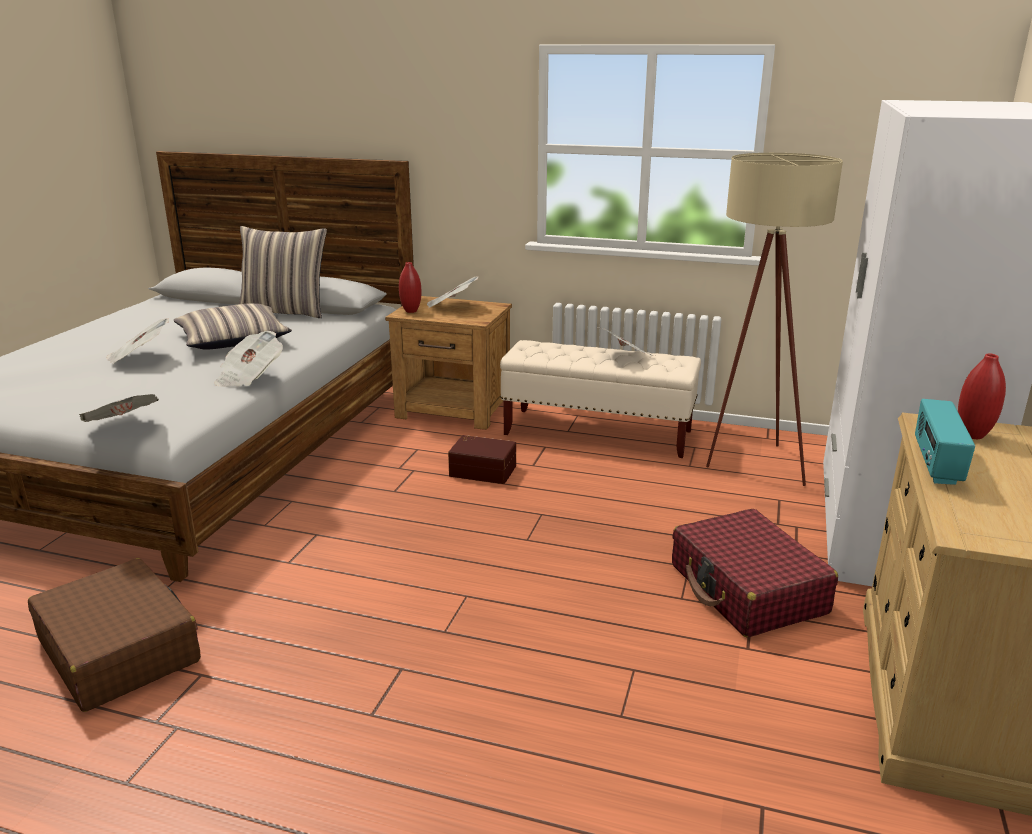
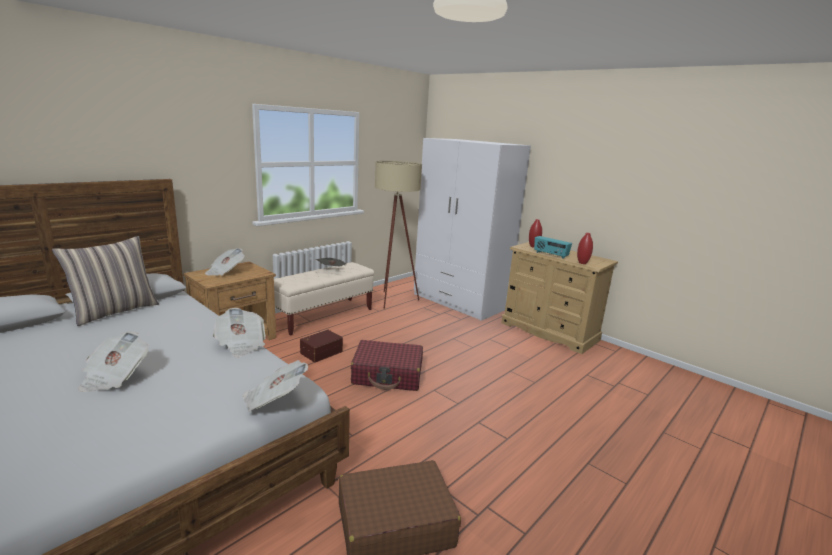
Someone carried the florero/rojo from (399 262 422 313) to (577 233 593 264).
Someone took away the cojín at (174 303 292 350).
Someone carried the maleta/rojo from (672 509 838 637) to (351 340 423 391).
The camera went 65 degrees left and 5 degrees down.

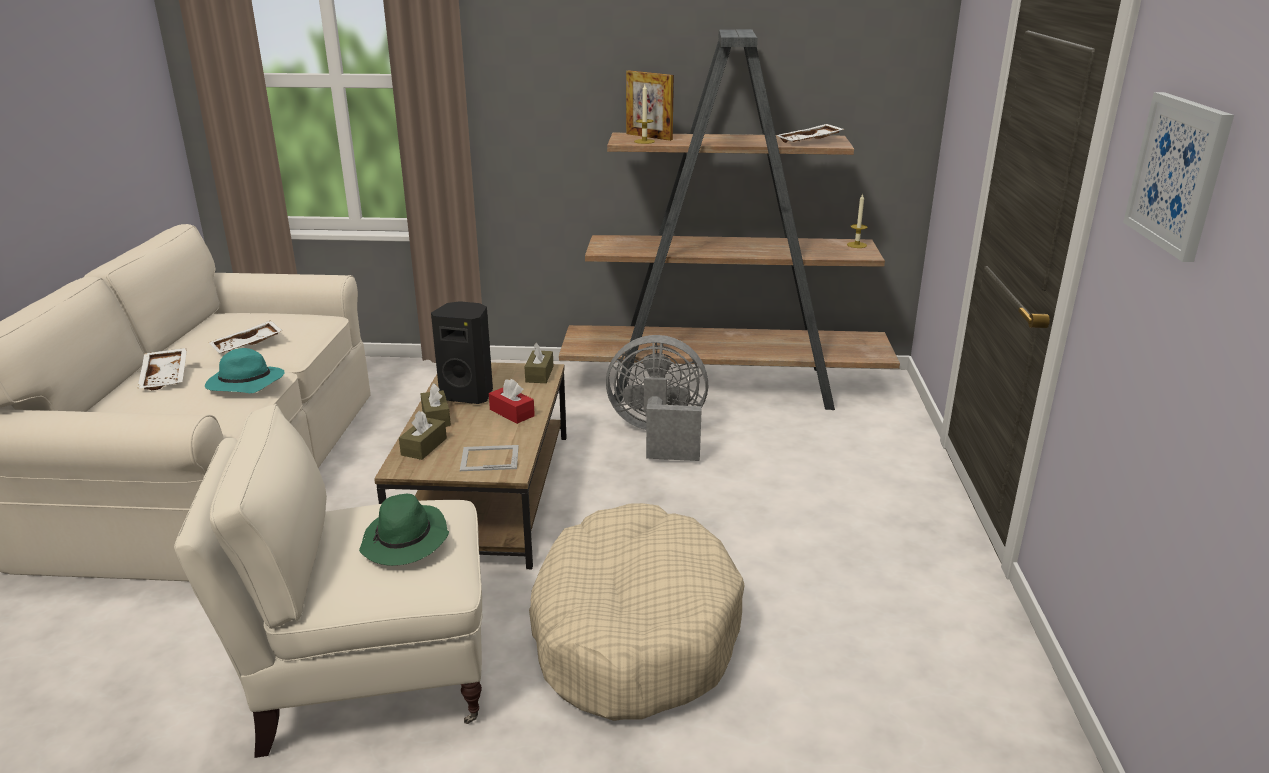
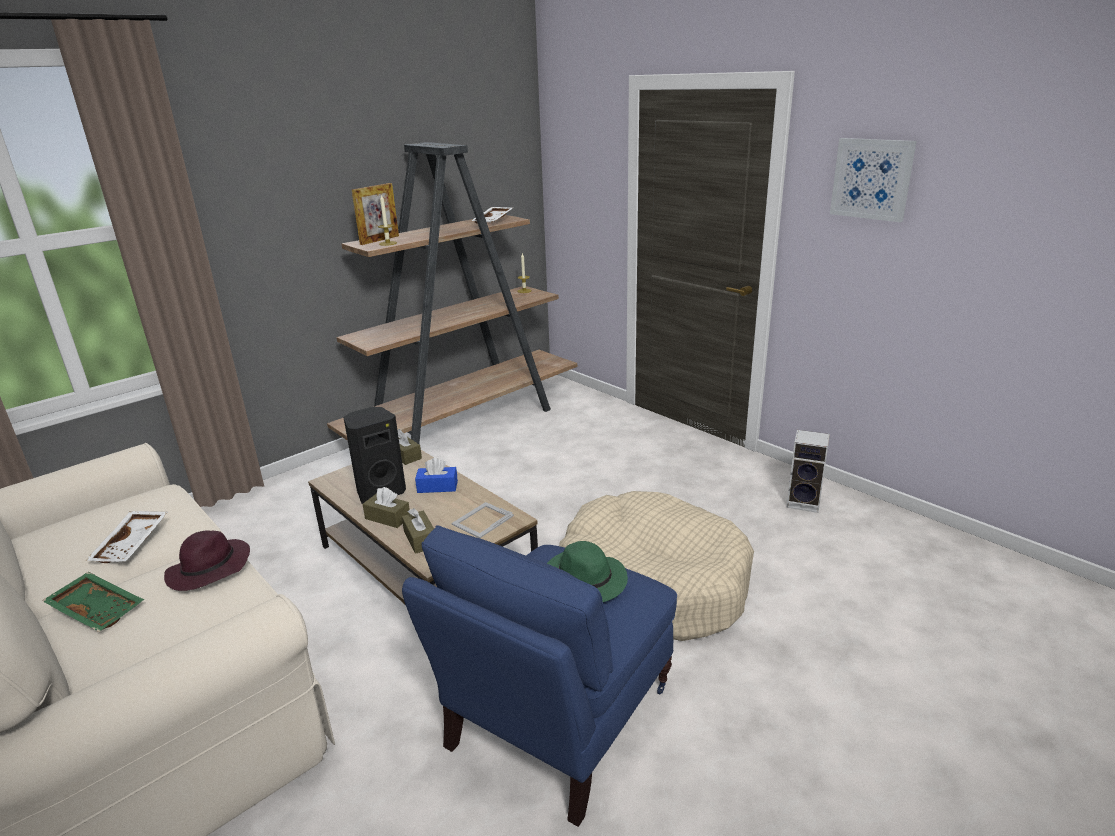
Someone rotated the portarretratos at (626 71 674 141) by 45 degrees counterclockwise.
Someone took away the ventilador/gris at (606 335 708 461).
Someone repainted the bandeja/blanco at (137 348 187 390), which became the bandeja/verde at (42 572 144 632).
Someone repainted the sombrero/turquesa at (205 348 285 393), which became the sombrero/morado at (164 531 250 591).
Someone repainted the caja de pañuelos/rojo at (489 379 535 424), which became the caja de pañuelos/azul at (415 457 458 493).
Someone repainted the sillón/beis at (174 404 482 758), which became the sillón/azul at (402 525 677 827).
Someone put down the altavoz at (786 430 830 513).
The camera went 45 degrees left and 0 degrees up.

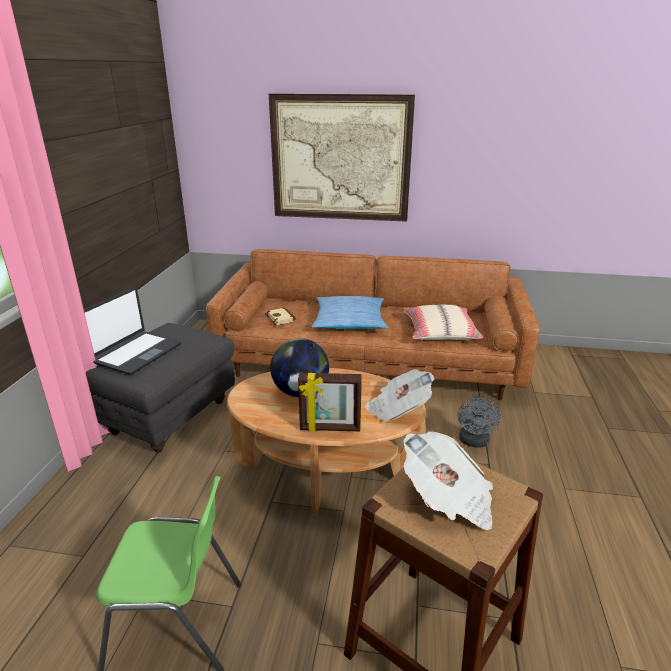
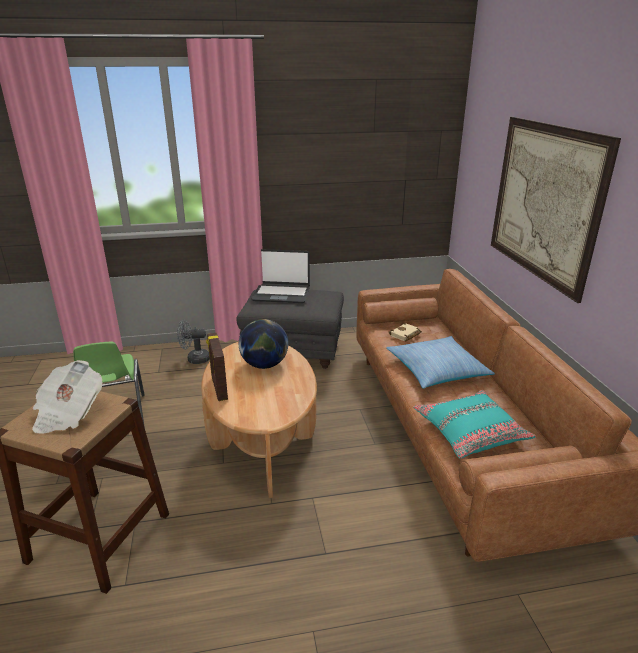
Someone repainted the cojín/beis at (403 305 483 341), which became the cojín/turquesa at (413 390 536 459).
Someone took away the periódico at (365 369 435 423).
Someone carried the ventilador/gris from (458 396 501 448) to (177 320 210 364).
The camera went 70 degrees right and 0 degrees up.

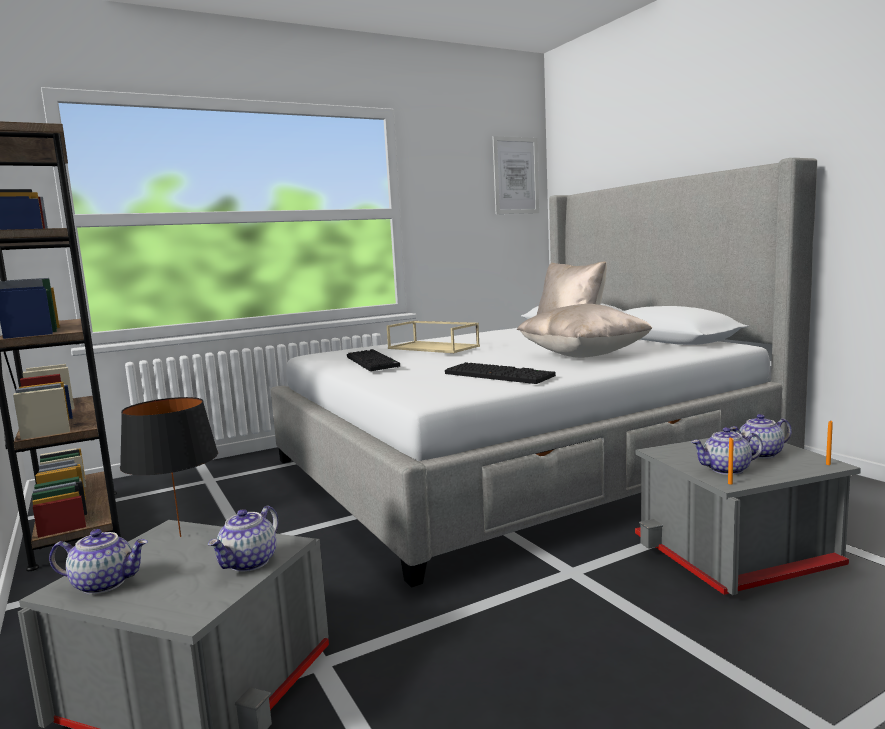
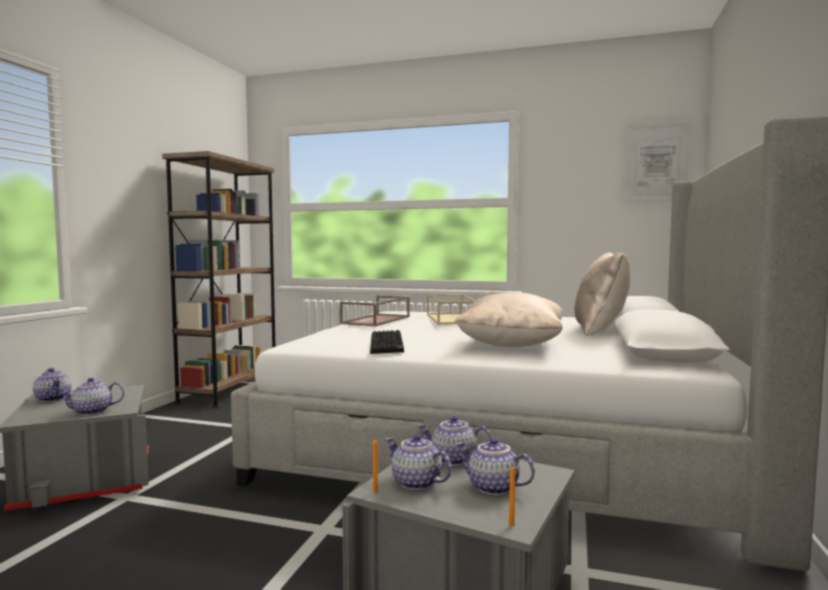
Someone swapped the teclado at (347 349 400 371) for the bandeja/marrón at (340 296 410 327).
Someone took away the lámpara de mesa/negro at (120 397 218 537).
Someone put down the tetera at (417 416 492 466).
The camera went 45 degrees right and 5 degrees down.

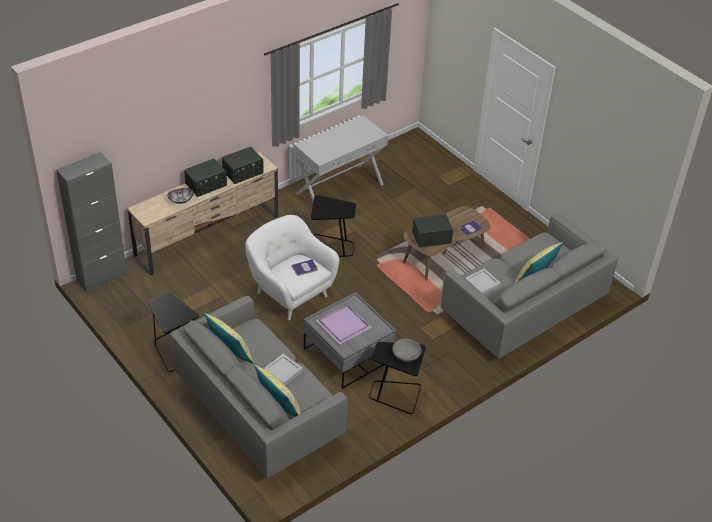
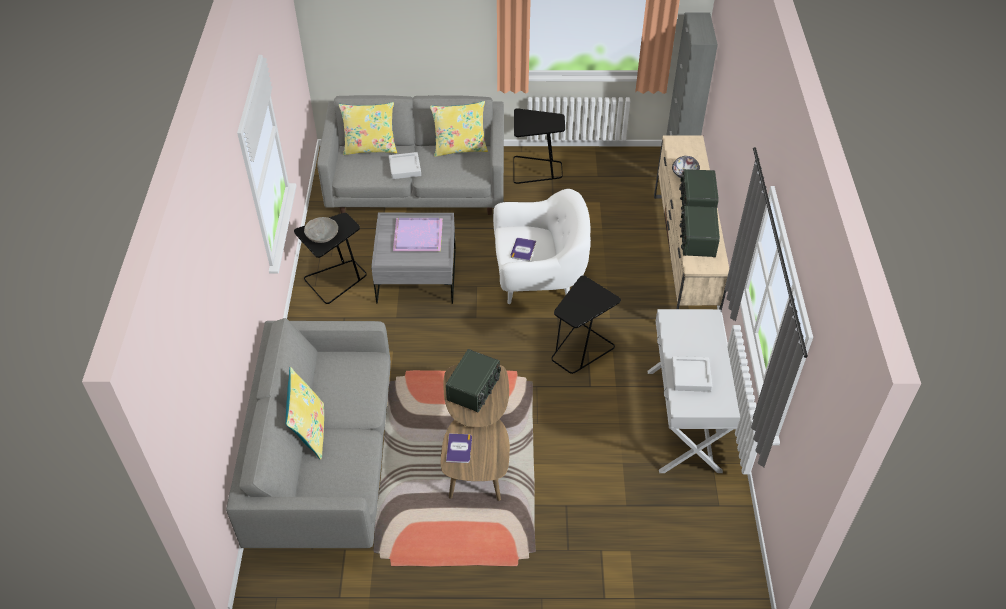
Someone carried the bandeja/gris from (465 268 501 295) to (671 356 712 392).
The camera went 130 degrees right and 5 degrees up.

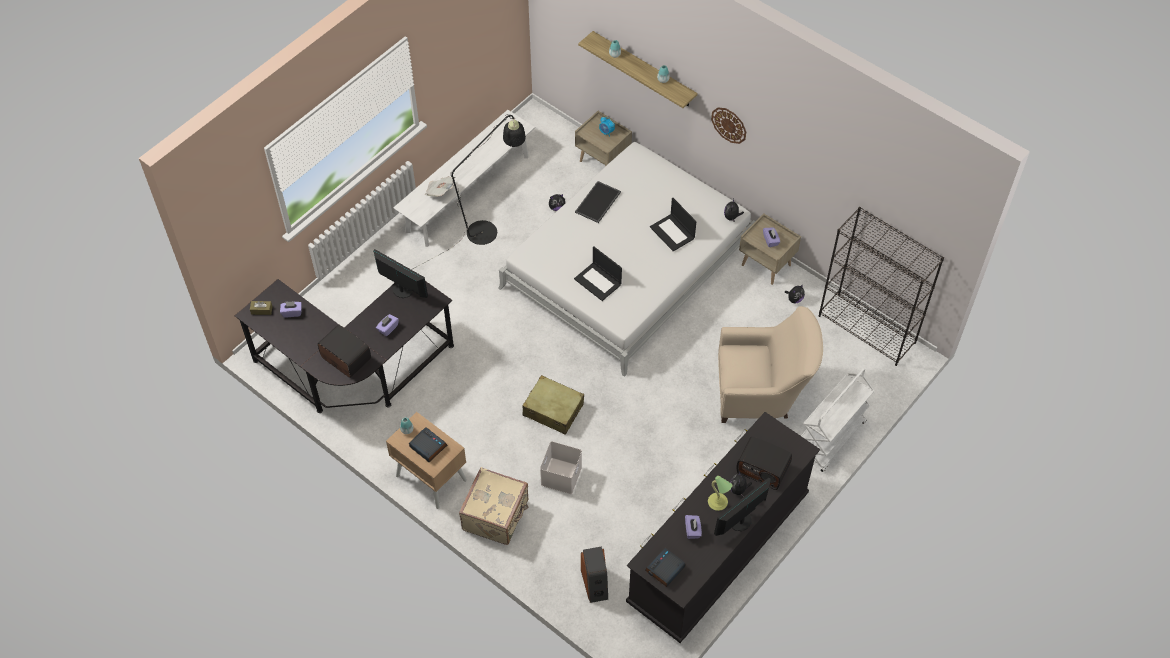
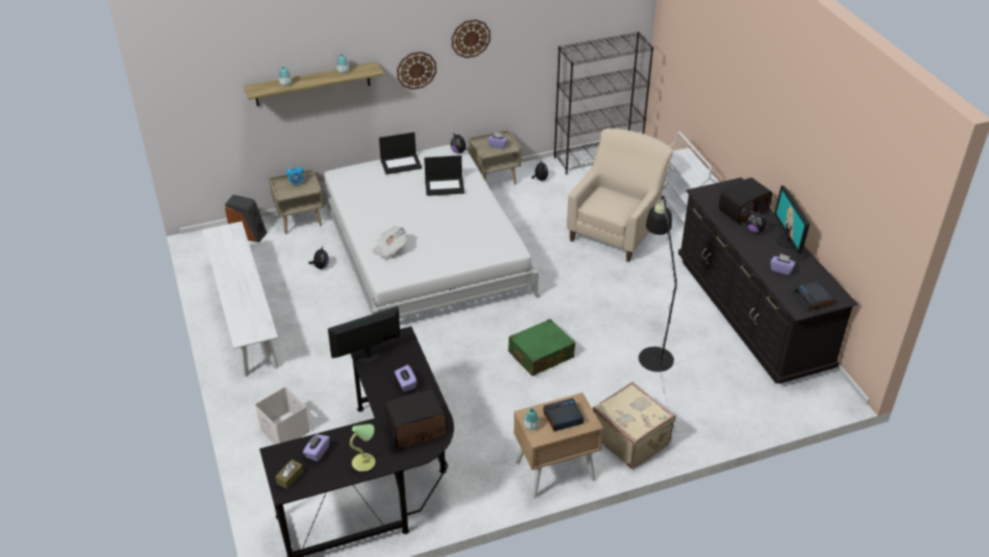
Someone carried the lámpara de pie/negro from (411 114 526 270) to (639 195 677 432).
Someone carried the periódico from (425 176 455 197) to (372 226 406 259).
Someone took away the bandeja at (575 181 621 223).
Someone carried the portátil from (574 247 622 301) to (379 132 422 174).
Someone repainted the maleta/beis at (522 375 584 435), which became the maleta/verde at (508 319 575 376).
Someone carried the caja de almacenaje/blanco from (540 441 582 494) to (255 387 310 445).
Someone carried the lámpara de mesa from (708 476 732 511) to (350 424 375 472).
Someone carried the altavoz from (581 546 608 603) to (225 195 267 242).
Someone put up the reloj de pared at (452 19 490 58).
The camera went 60 degrees left and 15 degrees down.

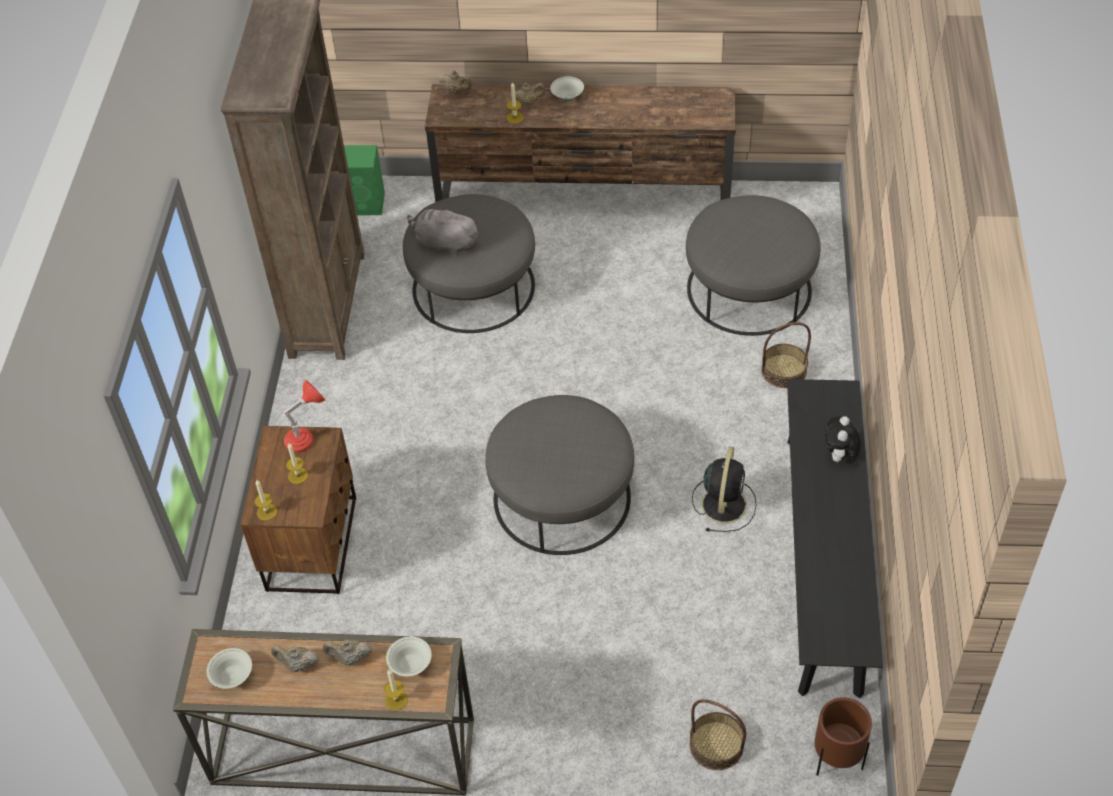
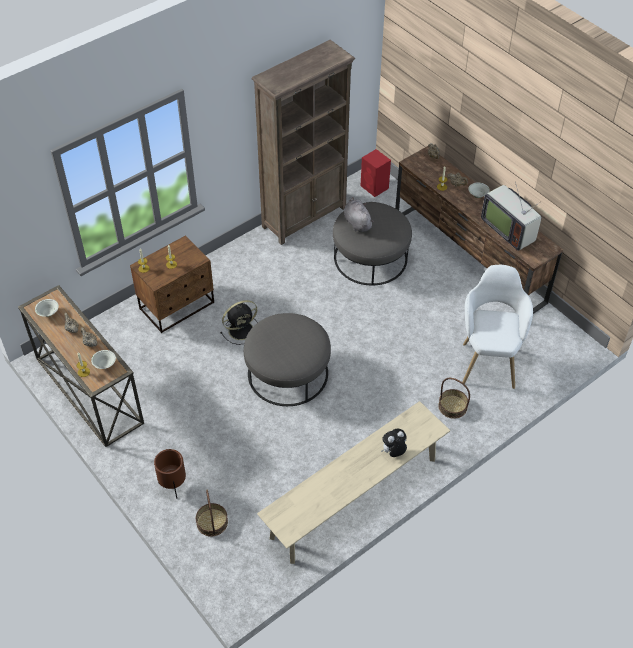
Someone repainted the altavoz/verde at (344 145 385 215), which became the altavoz/rojo at (361 149 391 197).
Someone swapped the puf/gris at (686 195 821 336) for the sillón/blanco at (462 265 533 389).
Someone repainted the banco/negro at (787 379 883 698), which became the banco/beis at (257 401 450 564).
Someone took away the lámpara de mesa/rojo at (284 380 325 453).
Someone carried the ventilador/negro from (692 446 757 532) to (220 300 258 345).
Someone carried the maceta/marrón from (814 697 872 776) to (154 449 186 499).
Someone put down the televisor at (481 181 542 251).
The camera went 45 degrees right and 0 degrees up.

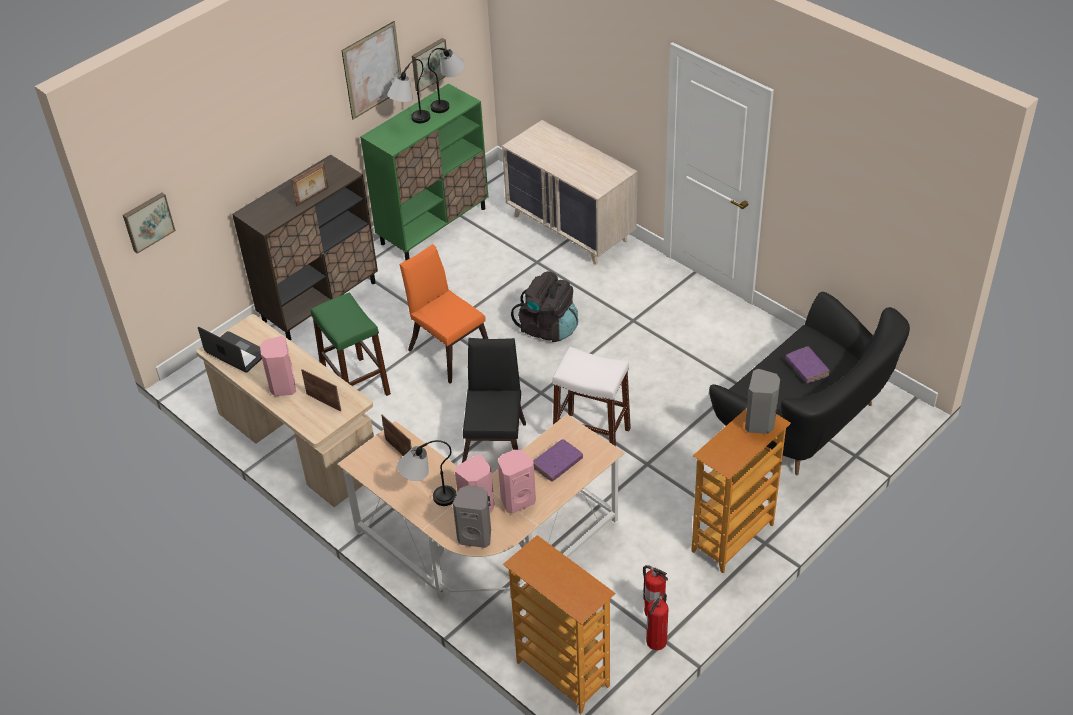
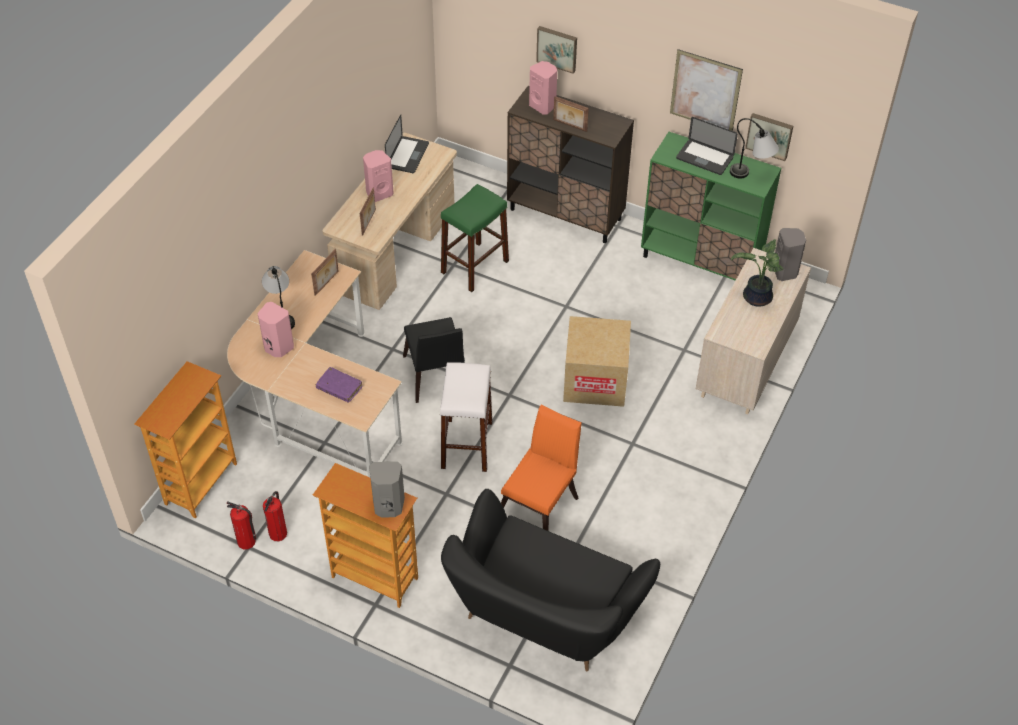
Someone swapped the lámpara de mesa at (387 59 430 123) for the portátil at (676 117 738 175).
Someone carried the cuadro from (123 193 176 254) to (536 26 577 74).
Someone carried the silla/naranja from (400 244 488 383) to (501 405 582 531).
Someone swapped the mochila/negro at (511 271 578 342) for the caja de cartón at (563 316 631 407).
Someone rotated the silla/negro at (462 338 526 463) by 90 degrees clockwise.
Someone took away the libro/morado at (786 346 829 383).
Someone carried the altavoz/rosa from (498 450 536 514) to (529 61 557 115).
Someone carried the altavoz/gris from (453 485 491 548) to (775 228 806 281).
Someone put down the planta en maceta at (731 239 783 307).
The camera went 70 degrees right and 5 degrees up.

